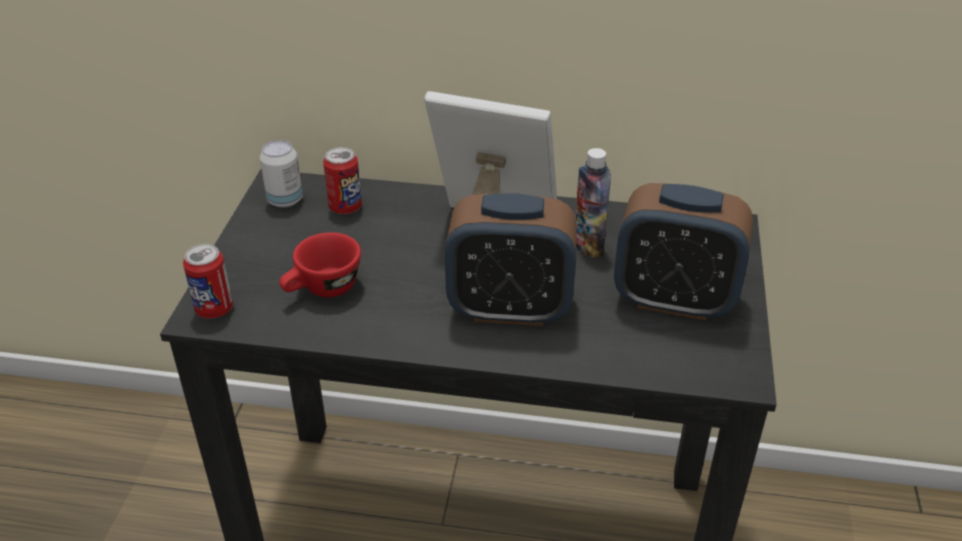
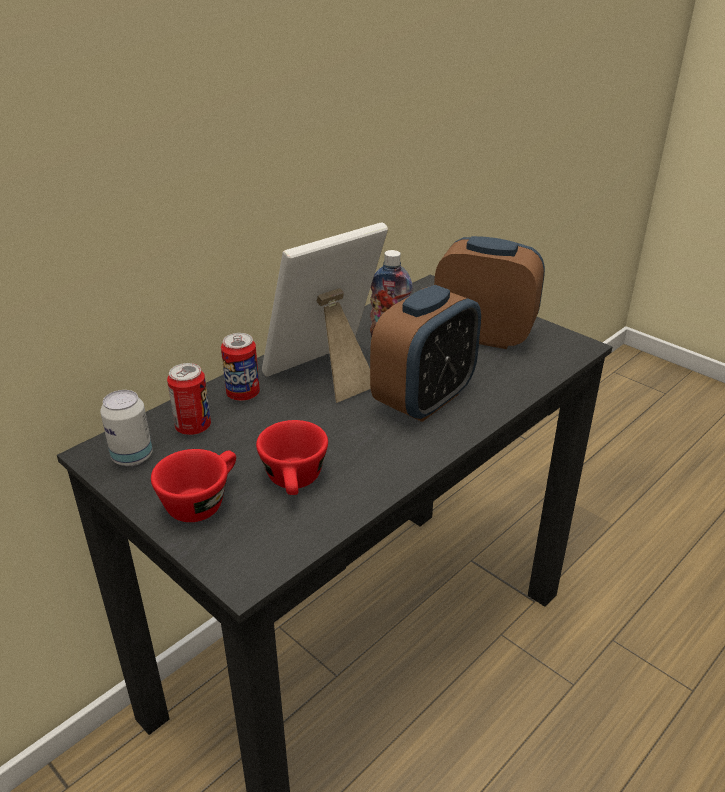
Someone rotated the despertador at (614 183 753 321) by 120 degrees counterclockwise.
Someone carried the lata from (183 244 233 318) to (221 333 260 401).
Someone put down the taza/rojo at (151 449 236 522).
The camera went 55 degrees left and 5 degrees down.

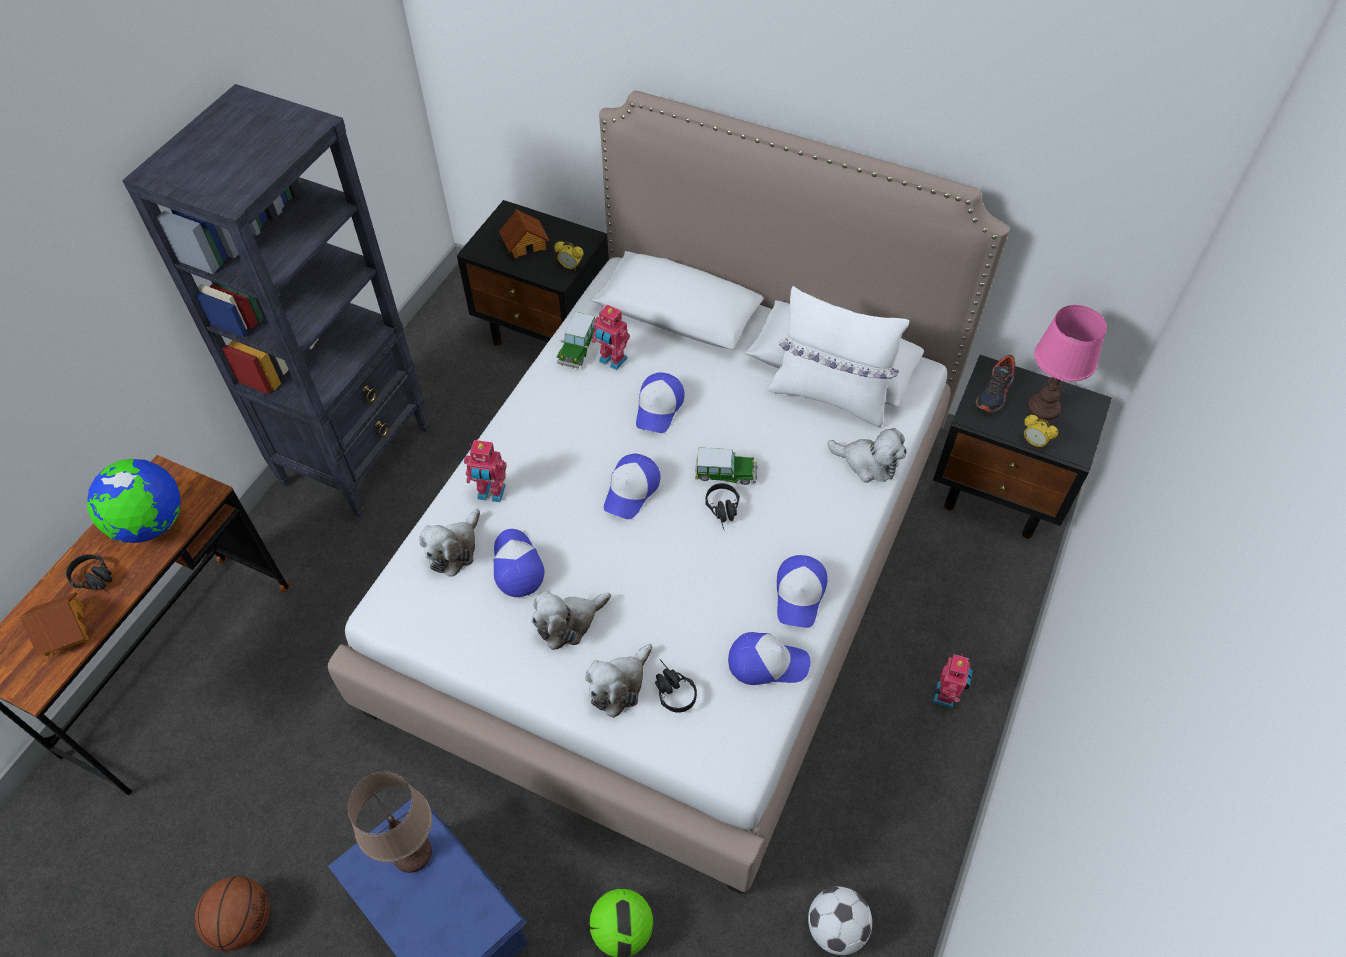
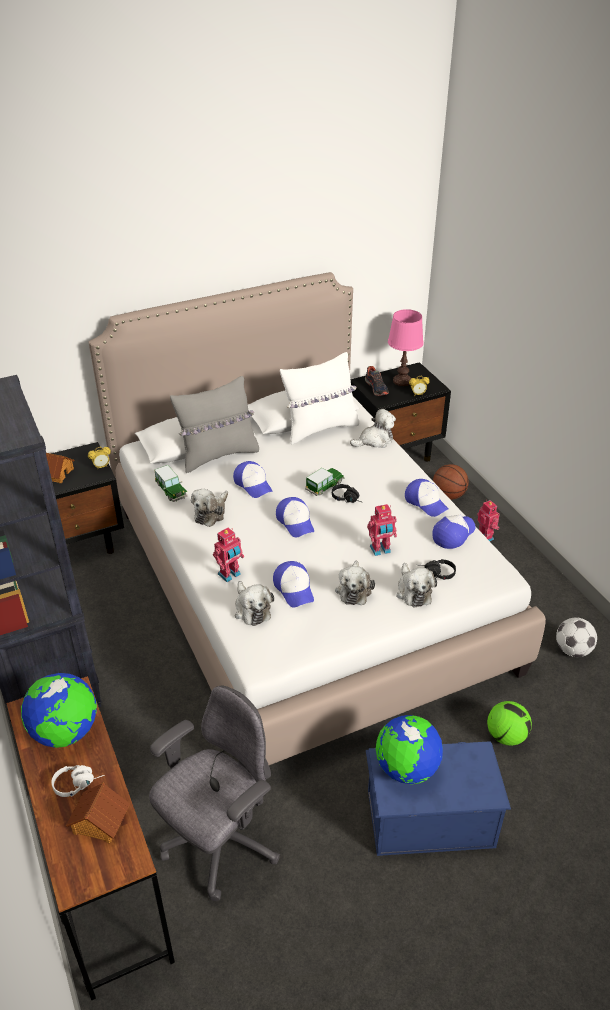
Someone carried the robot de juguete from (592 304 630 370) to (367 504 397 556).
Someone rotated the gorra at (493 529 544 597) by 135 degrees counterclockwise.
Someone repainted the auriculares/negro at (66 554 112 593), which became the auriculares/blanco at (51 765 105 797).
Someone swapped the lámpara de mesa/marrón at (348 771 432 873) for the globo terráqueo at (376 715 443 785).
Someone carried the balón de baloncesto from (195 876 270 951) to (433 464 469 500).
Someone put down the cojín/gris at (170 376 259 473).
Someone put down the peluche at (191 489 228 527).
Someone put down the silla de oficina/gris at (149 685 280 901).
The camera went 50 degrees left and 15 degrees down.

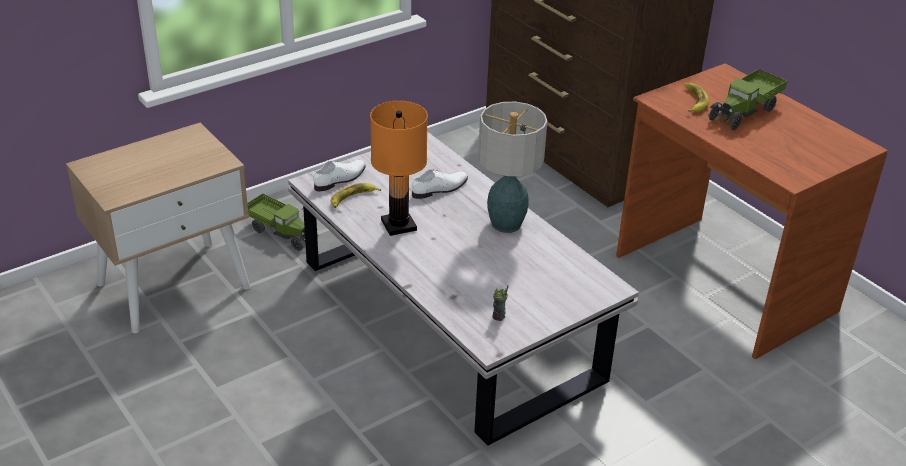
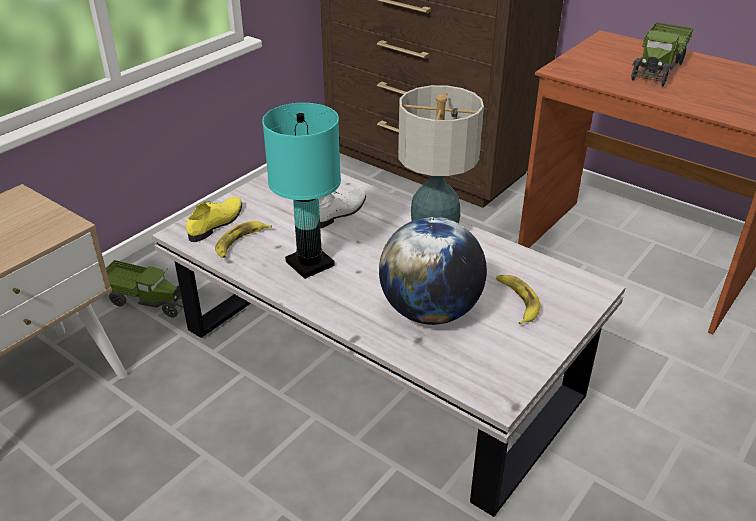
Someone carried the plátano from (684 83 709 112) to (496 275 541 325).
Someone repainted the lámpara de mesa/naranja at (370 101 428 236), which became the lámpara de mesa/turquesa at (262 103 341 279).
Someone repainted the zapato/blanco at (314 160 366 192), which became the zapato/amarillo at (186 197 242 242).
Someone took away the taza at (492 285 508 321).
Someone put down the globo terráqueo at (379 217 487 325).
The camera went 15 degrees left and 0 degrees up.

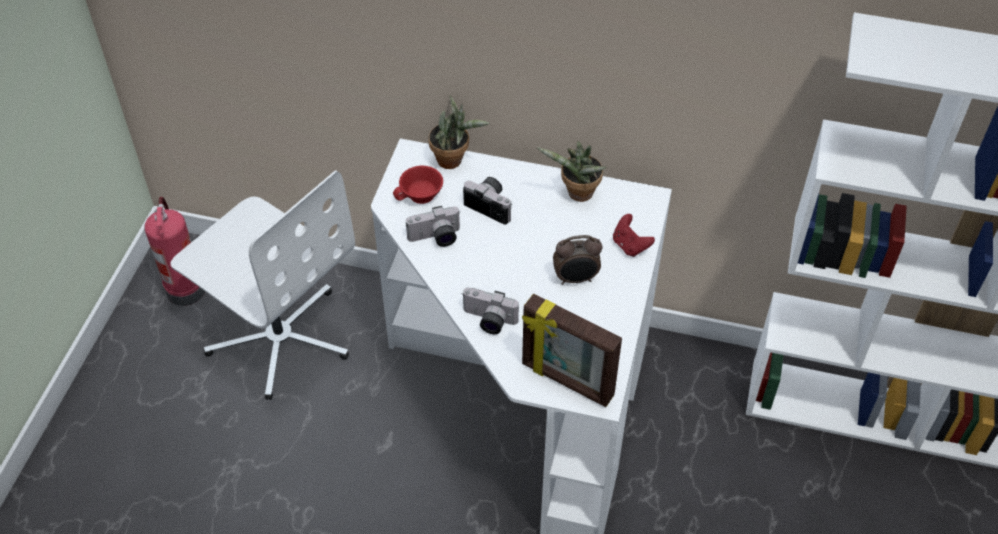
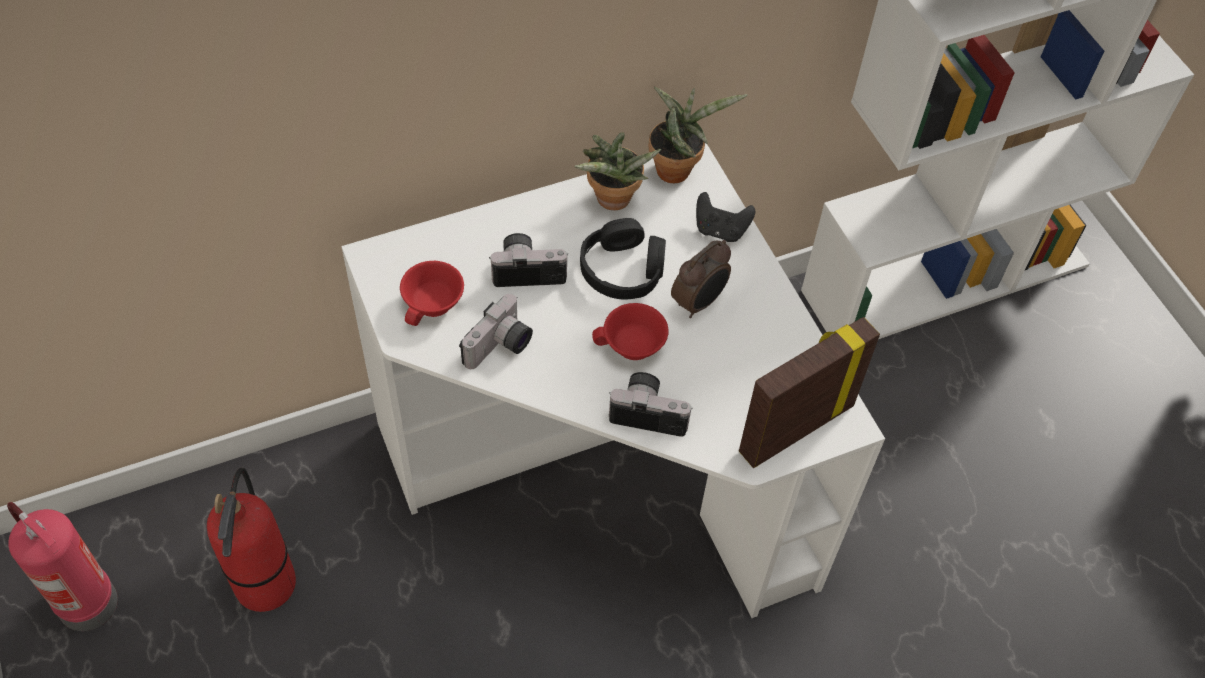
Someone carried the planta en maceta from (428 96 489 169) to (649 87 747 183).
Someone swapped the silla de oficina/blanco at (171 171 355 400) for the extintor at (207 468 296 612).
Someone repainted the mando de consola/rojo at (613 214 655 257), which became the mando de consola/negro at (696 192 755 242).
Someone rotated the cámara at (463 287 519 334) by 150 degrees counterclockwise.
Someone rotated the portarretratos at (522 294 622 407) by 150 degrees clockwise.
Someone put down the auriculares/negro at (580 218 666 300).
Someone put down the taza/rojo at (592 303 669 360).
The camera went 40 degrees left and 5 degrees up.

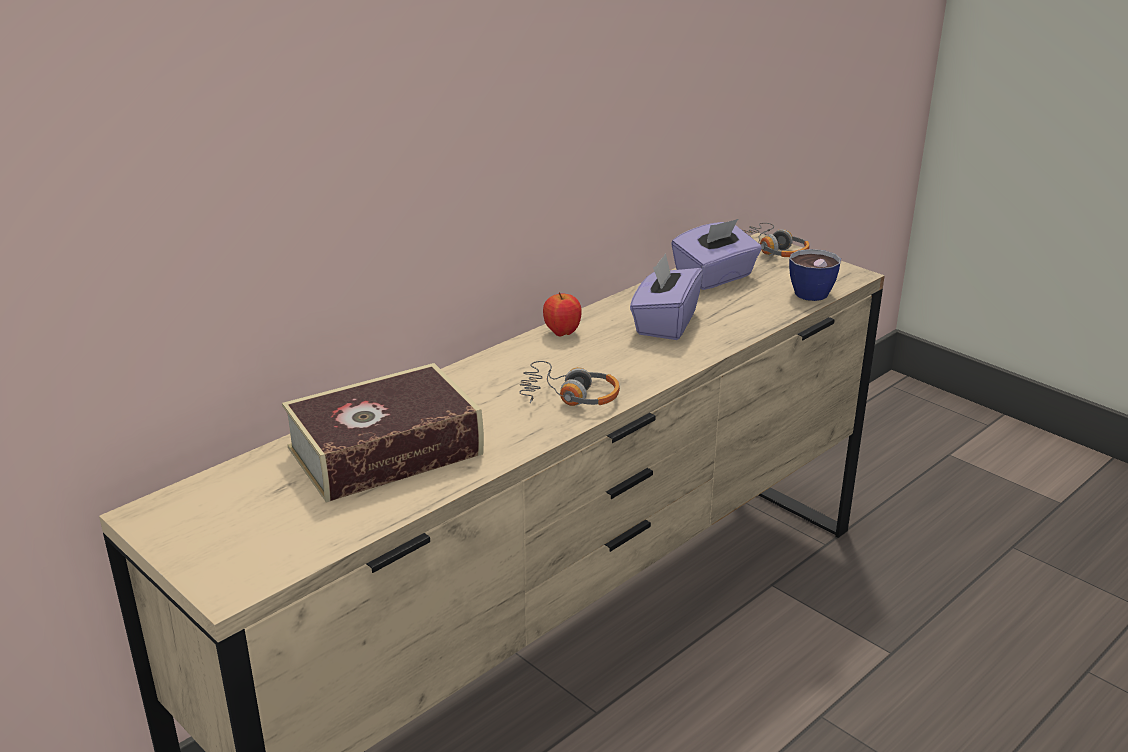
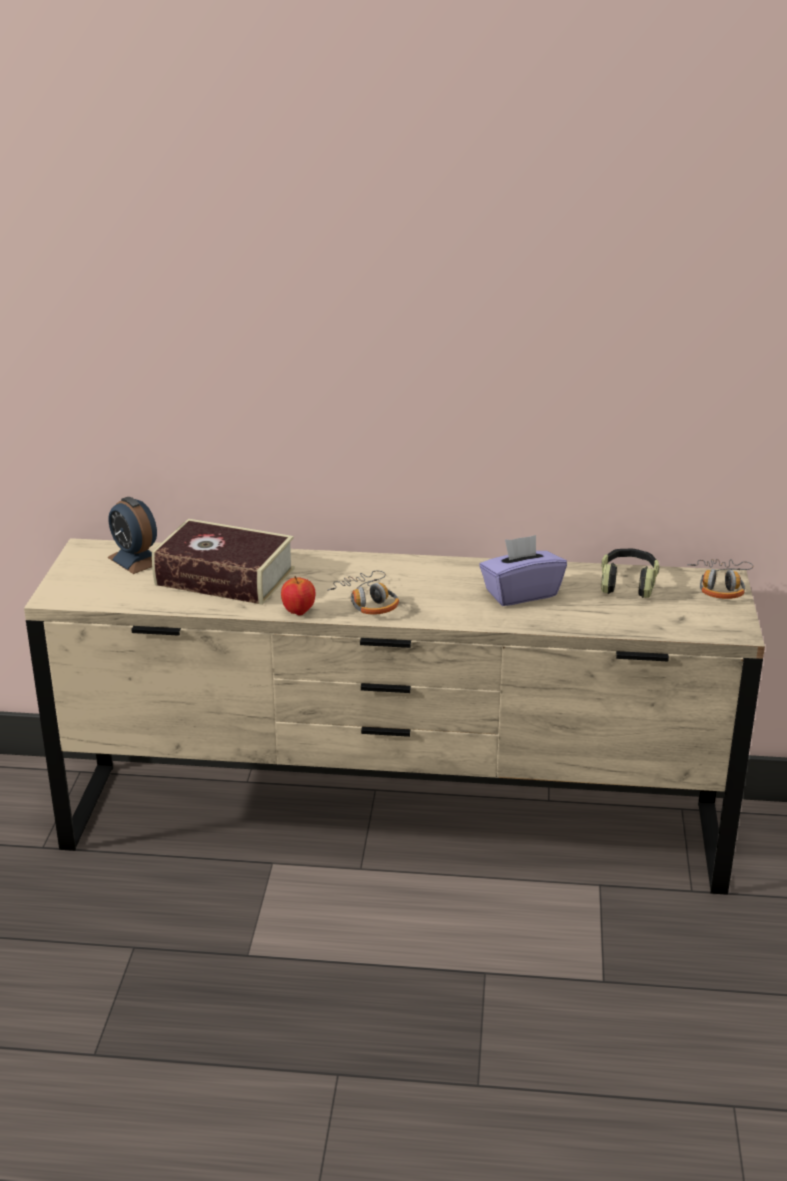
Someone swapped the caja de pañuelos/morado at (671 219 762 290) for the auriculares at (601 548 659 598).
Someone took away the taza at (789 249 841 301).
Someone carried the manzana from (543 292 582 336) to (281 576 315 616).
Someone put down the despertador at (108 497 157 574).
The camera went 50 degrees right and 0 degrees up.

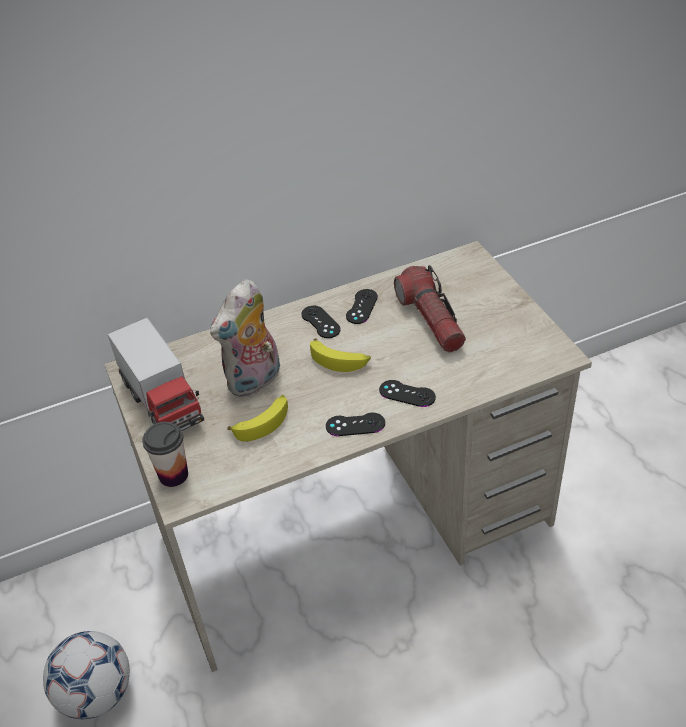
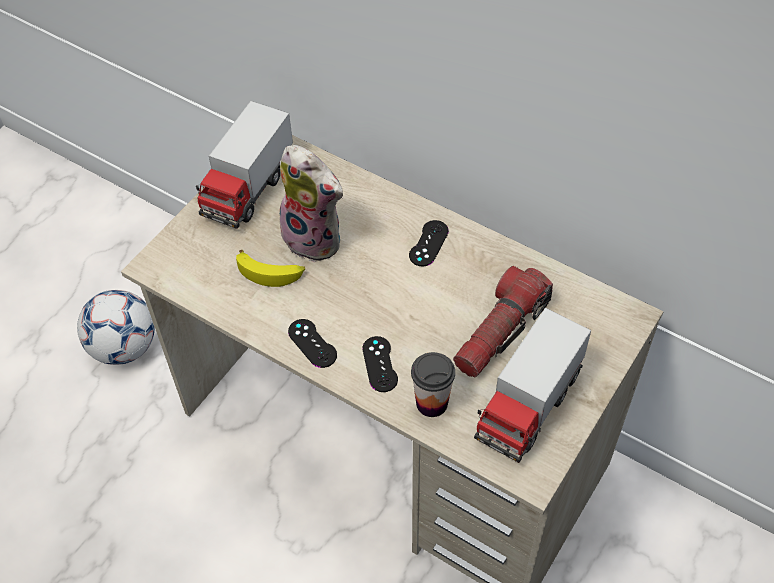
Someone rotated the peluche at (210 280 280 397) by 150 degrees counterclockwise.
Someone took away the mando de consola/negro at (346 289 378 324).
Someone took away the plátano at (310 338 371 372).
Someone carried the taza from (142 422 188 487) to (411 352 455 417).
Someone put down the camión de juguete at (474 308 591 463).
The camera went 55 degrees right and 10 degrees up.

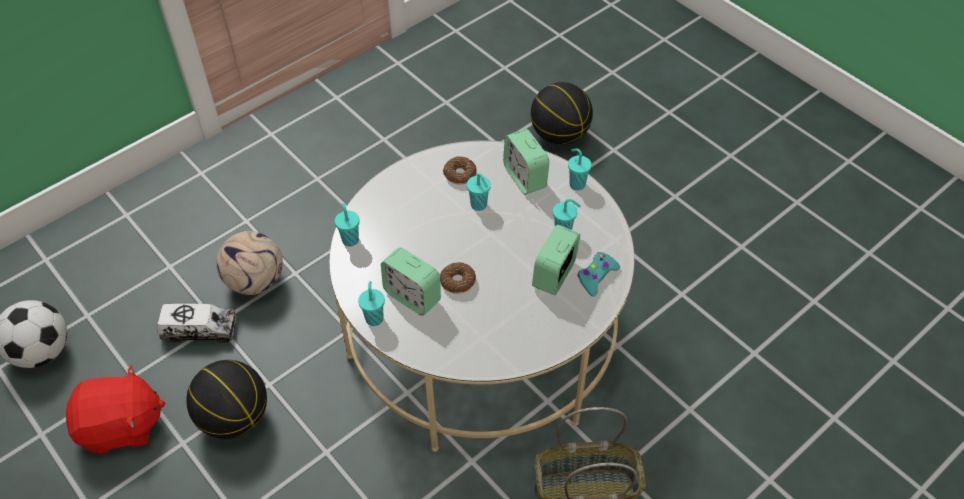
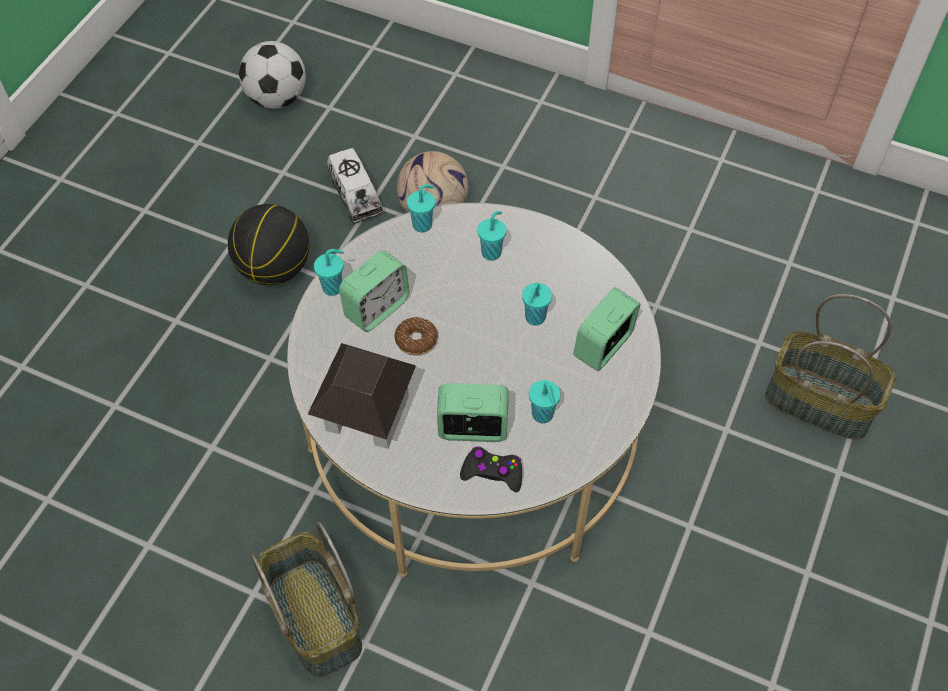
Someone swapped the balón de baloncesto at (531 82 593 145) for the cesta at (765 294 896 440).
Someone carried the taza/turquesa from (568 149 592 190) to (478 211 506 260).
Someone took away the rosquilla at (443 156 477 184).
Someone rotated the despertador at (381 247 441 316) by 150 degrees counterclockwise.
Someone repainted the mando de consola/turquesa at (577 252 620 296), which became the mando de consola/negro at (460 446 522 492).
Someone took away the peluche/rojo at (66 365 165 454).
Someone put down the casita at (308 343 416 449).
The camera went 65 degrees right and 5 degrees up.

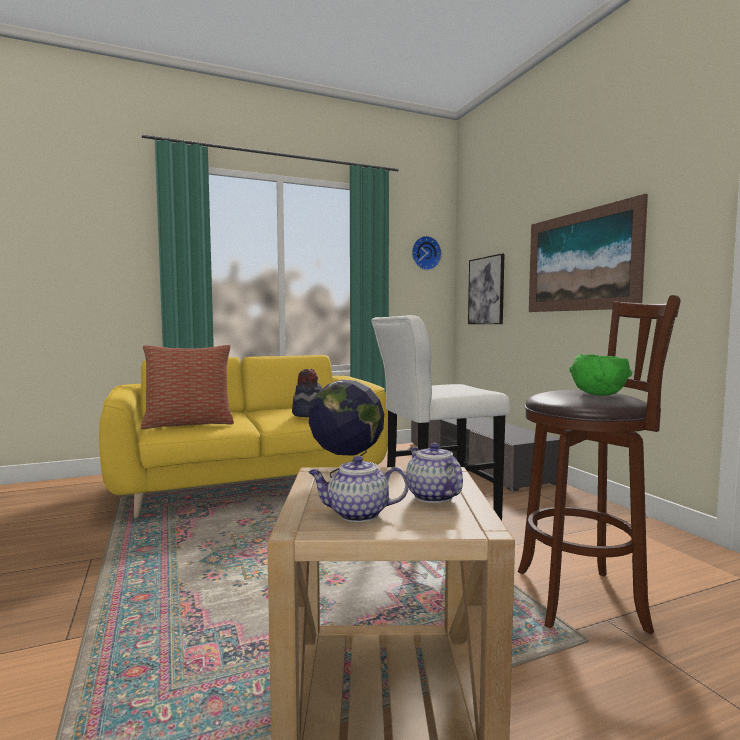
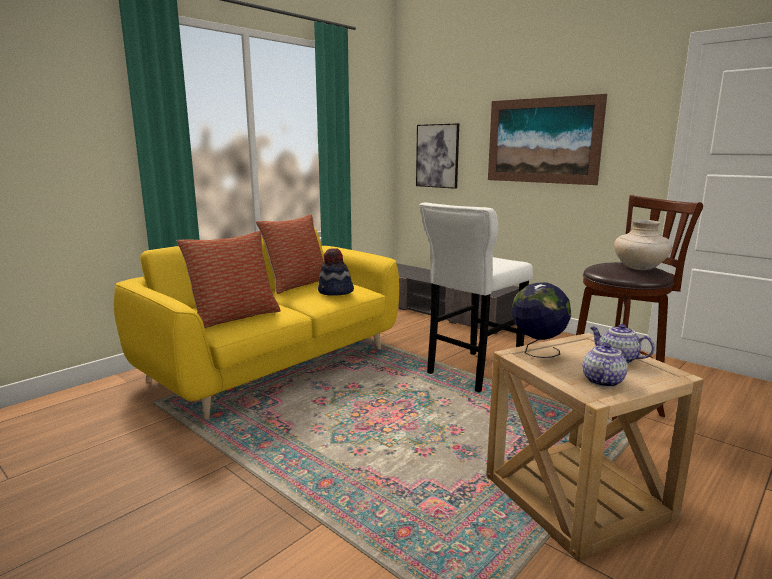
Someone took away the reloj de pared at (412 236 442 270).
Someone swapped the cuenco/verde at (569 354 632 396) for the florero/beis at (614 220 672 270).
Someone rotated the tetera at (308 456 409 522) by 135 degrees clockwise.
Someone put down the cojín at (256 214 324 294).
The camera went 25 degrees left and 10 degrees up.

